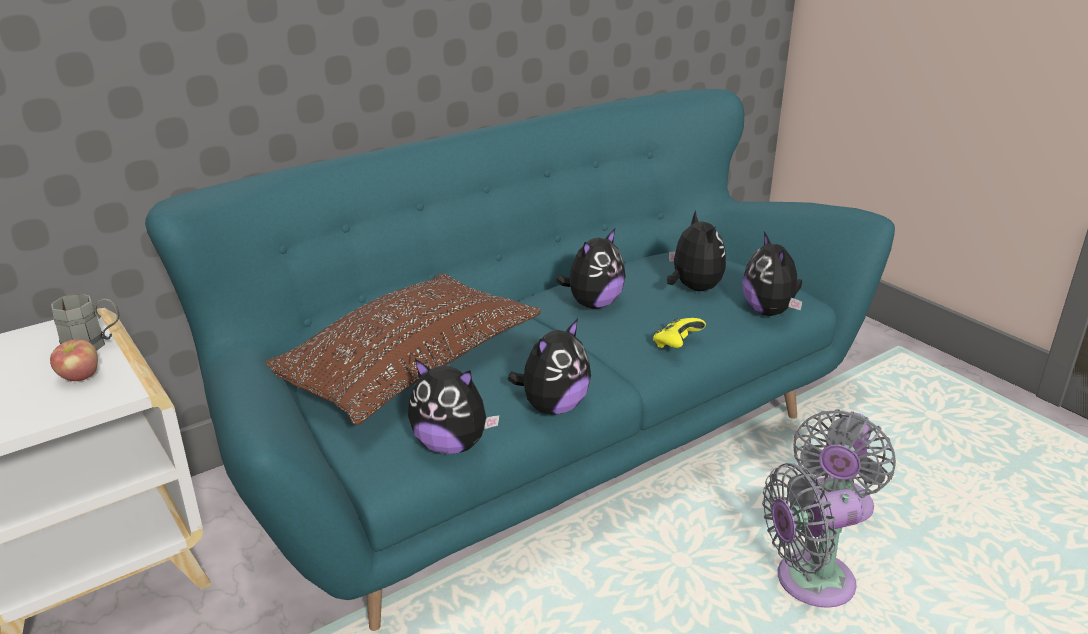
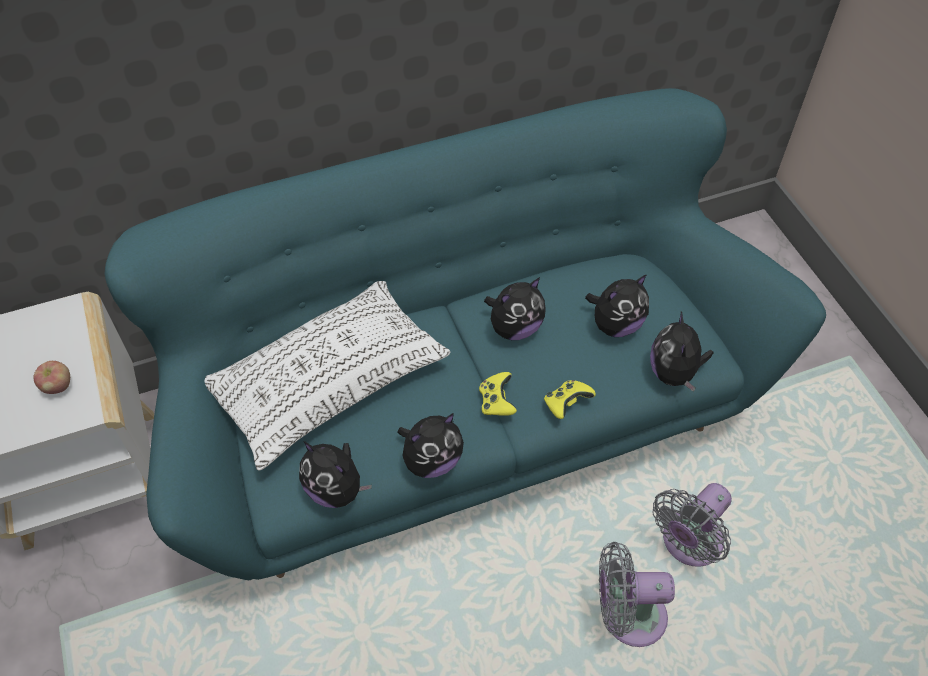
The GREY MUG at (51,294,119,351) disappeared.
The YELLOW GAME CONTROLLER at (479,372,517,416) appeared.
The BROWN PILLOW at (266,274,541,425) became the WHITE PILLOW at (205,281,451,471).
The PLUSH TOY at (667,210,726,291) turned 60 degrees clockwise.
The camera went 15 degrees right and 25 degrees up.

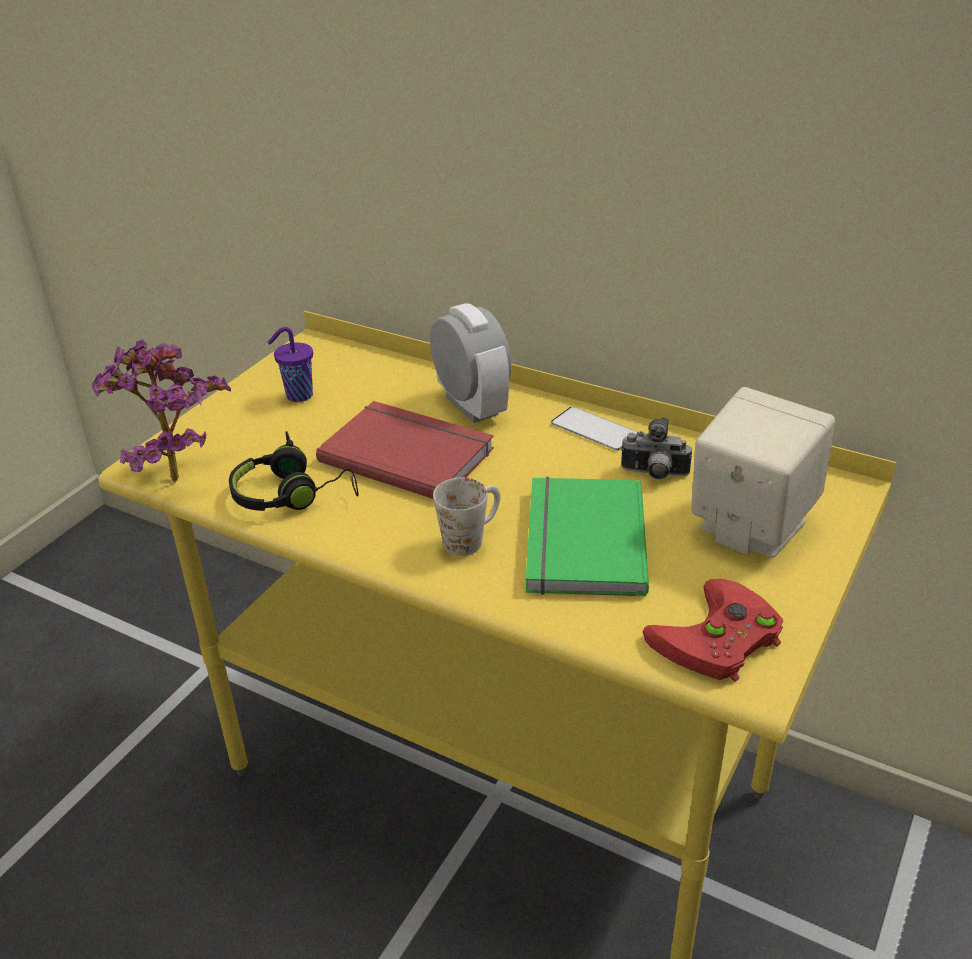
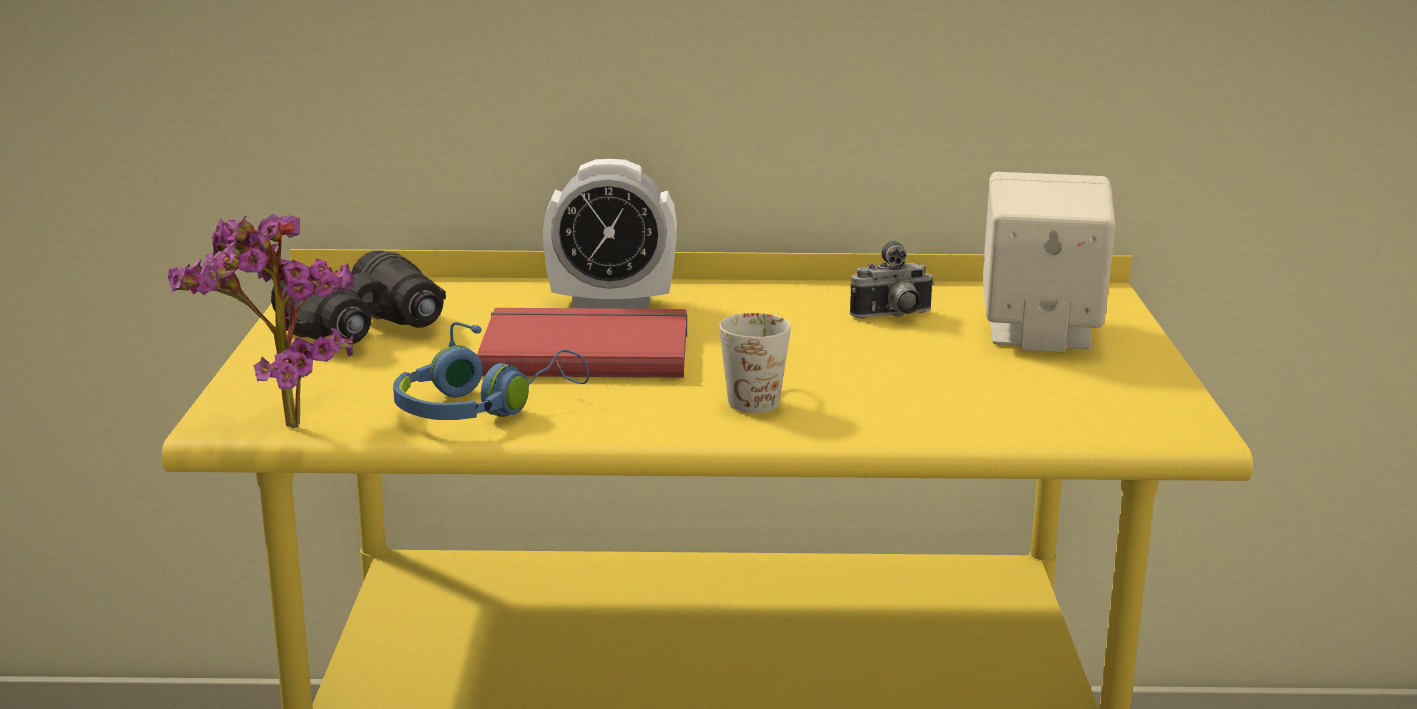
The GREEN BOOK at (526,477,649,596) disappeared.
The PHONE at (551,406,638,450) disappeared.
The RED GAME CONTROLLER at (643,579,783,682) disappeared.
The PURPLE CUP at (268,327,313,402) was replaced by the BLACK BINOCULARS at (271,250,446,345).
The BLACK HEADPHONES at (229,431,359,511) became the BLUE HEADPHONES at (393,322,589,420).
The ALARM CLOCK at (430,303,511,423) turned 150 degrees clockwise.
The camera went 30 degrees left and 15 degrees down.

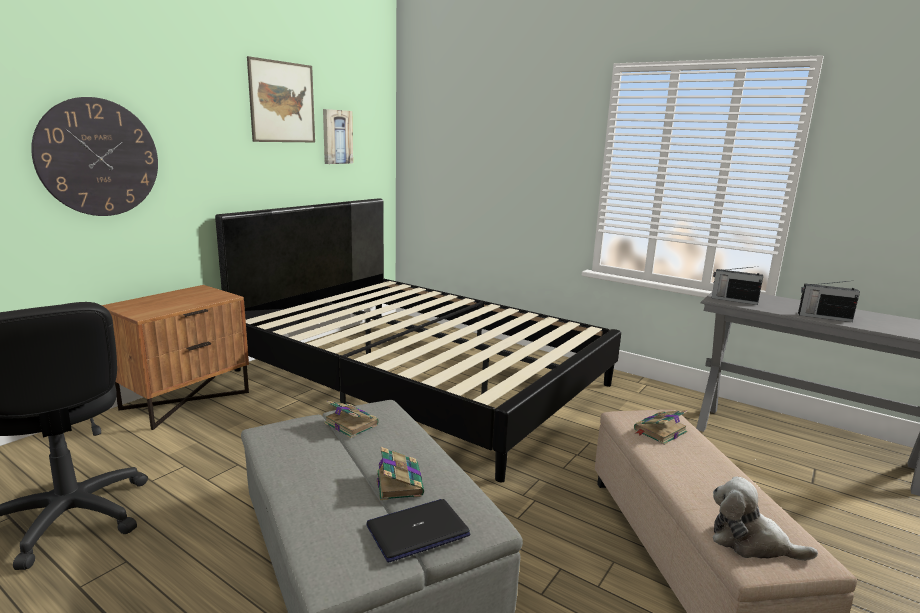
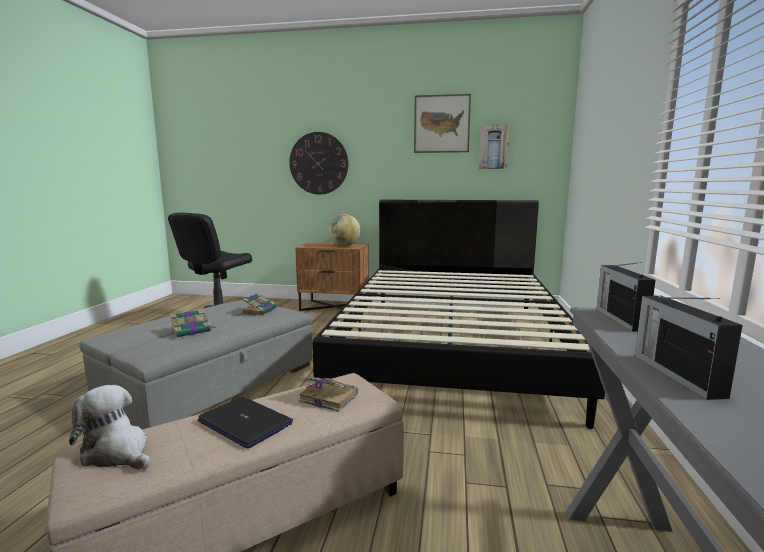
The GLOBE at (328,214,361,246) appeared.
The LAPTOP moved from (366,499,471,562) to (197,397,293,448).
The PLUSH TOY at (713,477,818,561) turned 60 degrees counterclockwise.
The camera went 65 degrees right and 5 degrees down.

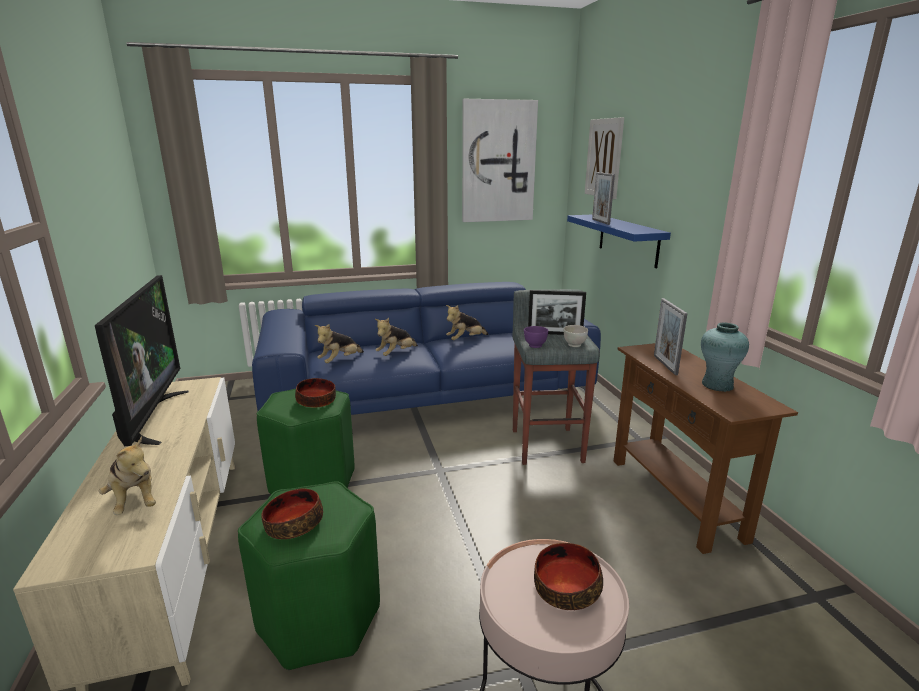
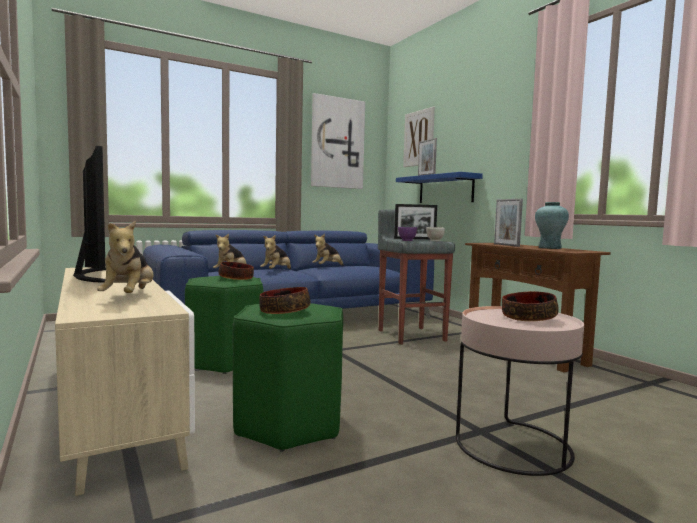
The PLUSH TOY at (99,436,156,515) turned 45 degrees clockwise.
The camera went 15 degrees left and 15 degrees down.

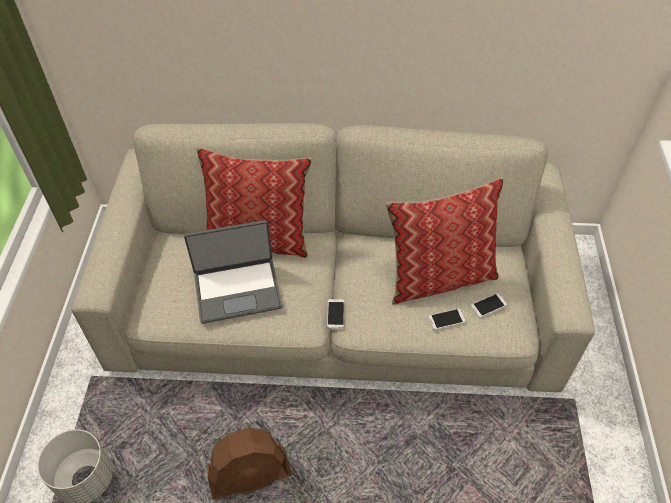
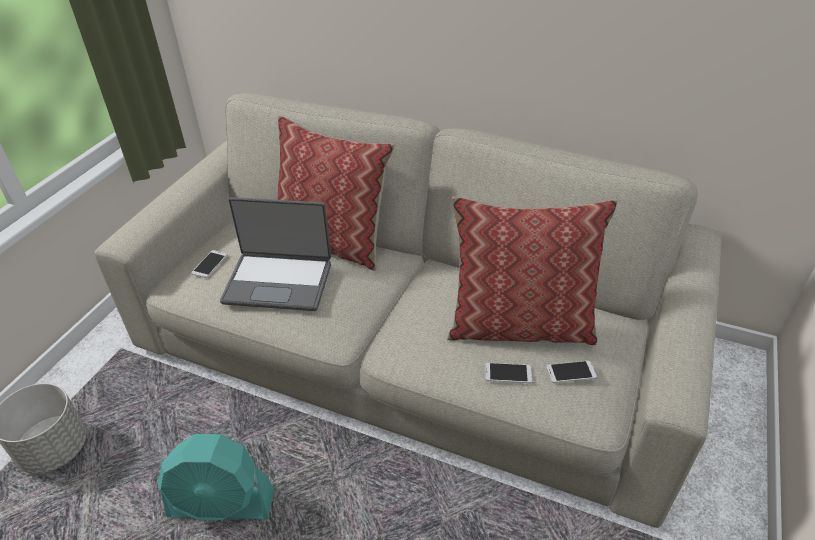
The PHONE moved from (327,299,344,329) to (191,250,227,278).
The BROWN FAN at (207,428,292,500) became the TURQUOISE FAN at (158,434,274,520).
The camera went 20 degrees right and 10 degrees down.

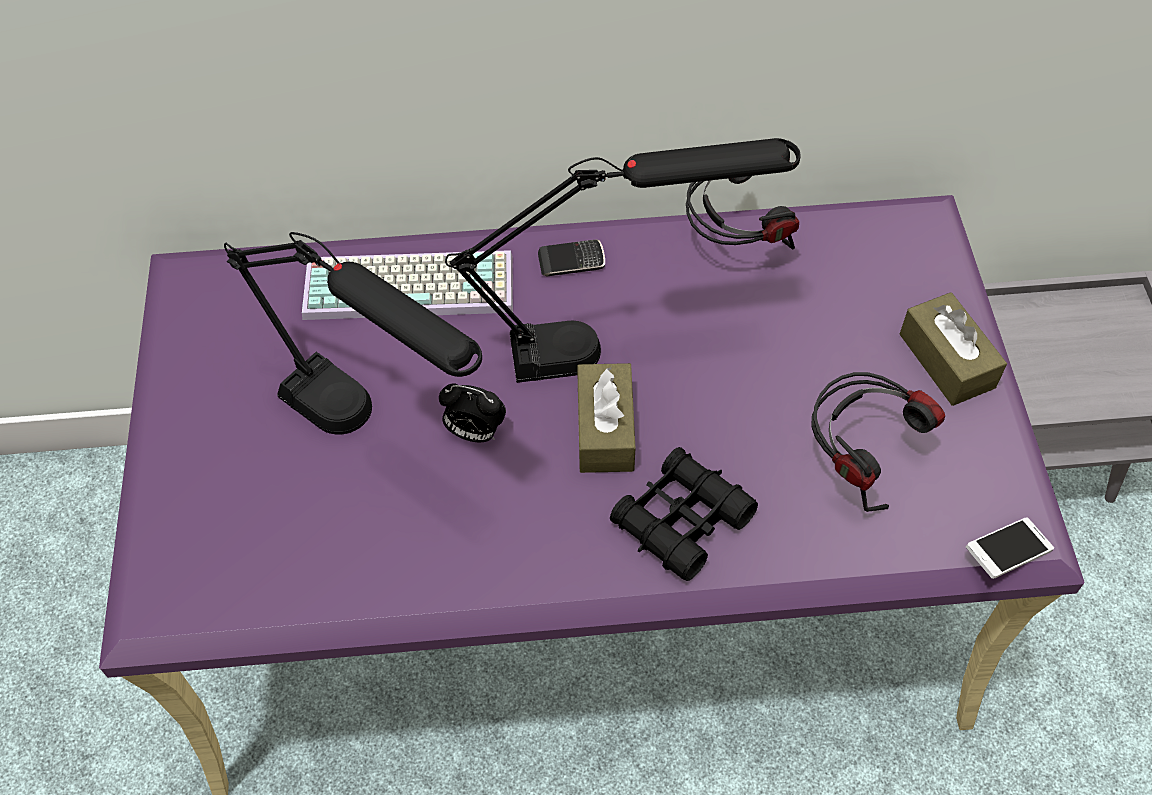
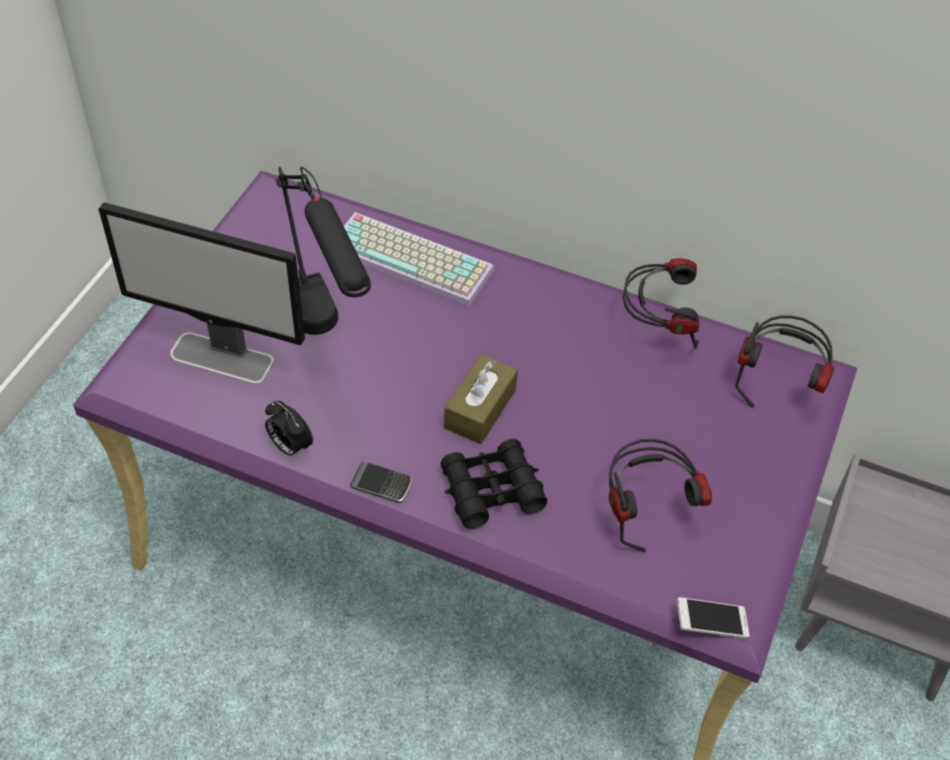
The BLACK TABLE LAMP at (445,138,801,383) disappeared.
The BROWN TISSUE BOX at (900,292,1007,406) disappeared.
The MONITOR at (99,202,305,384) appeared.
The HEADPHONES at (735,315,834,408) appeared.
The ALARM CLOCK moved from (439,383,506,442) to (265,401,313,458).
The PHONE moved from (538,240,605,277) to (350,462,412,503).
The camera went 25 degrees right and 5 degrees down.

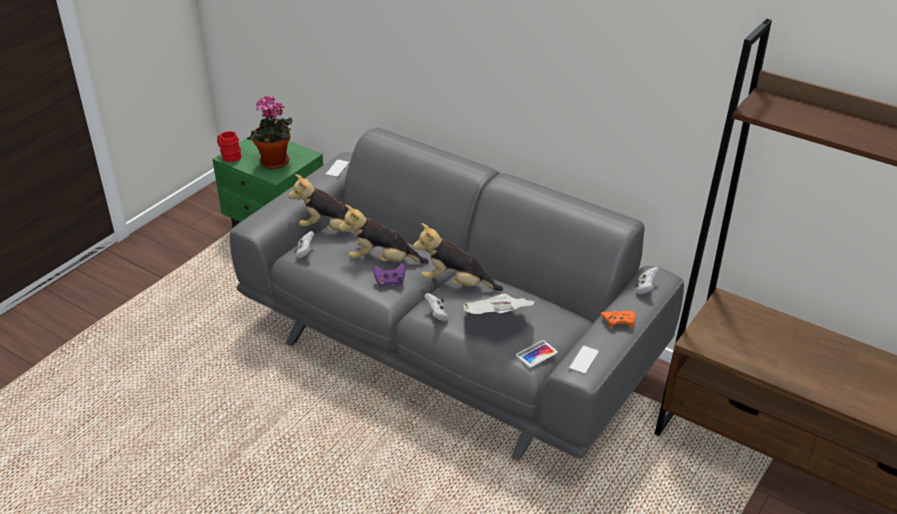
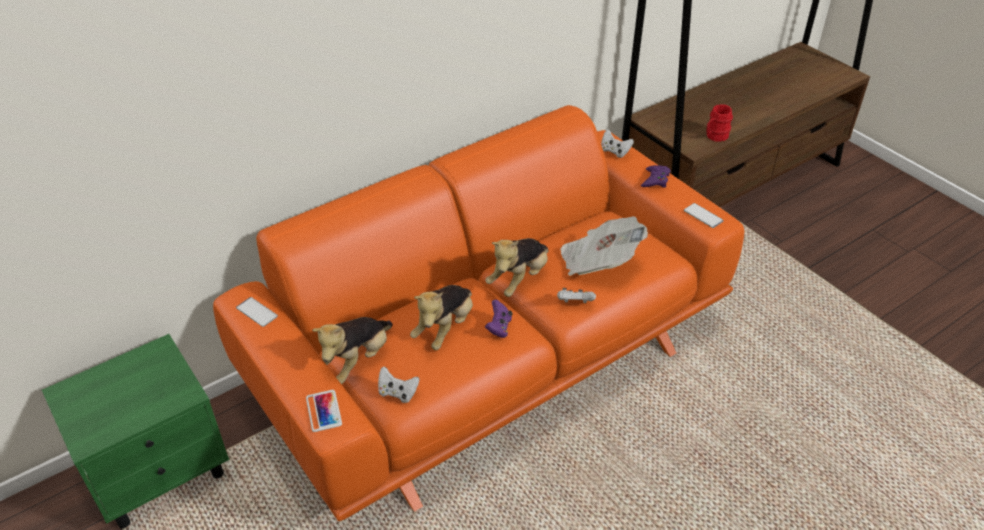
The POTTED PLANT at (247,96,293,169) disappeared.
The RED MUG moved from (217,131,241,162) to (706,104,733,142).
The PHONE moved from (516,340,558,368) to (306,390,342,432).
The GREY SOFA at (230,128,684,461) became the ORANGE SOFA at (213,105,744,521).
The ORANGE GAME CONTROLLER at (601,311,636,329) became the PURPLE GAME CONTROLLER at (641,165,670,188).
The camera went 70 degrees left and 5 degrees up.

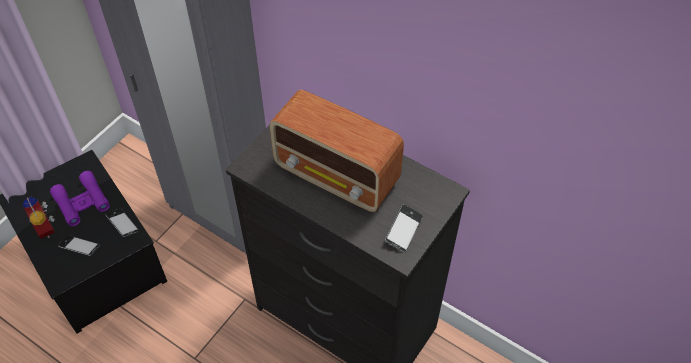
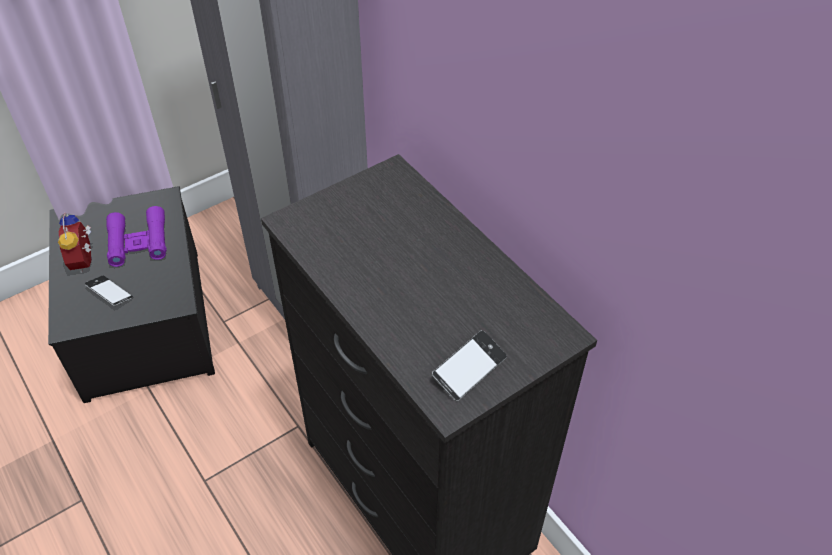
The PHONE at (105,208,139,237) disappeared.
The RADIO at (270,90,404,212) disappeared.
The camera went 20 degrees right and 5 degrees down.

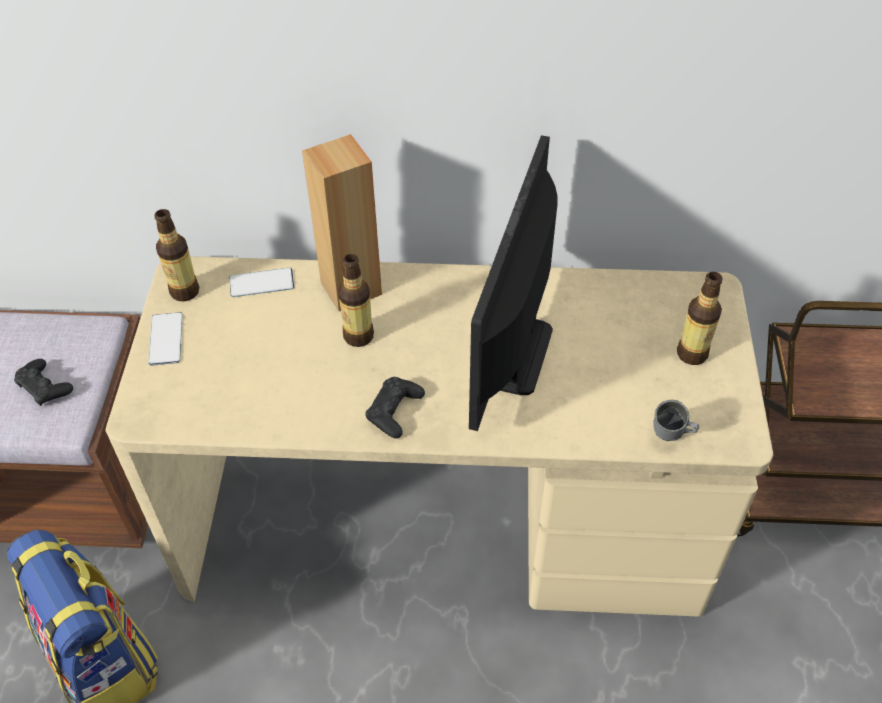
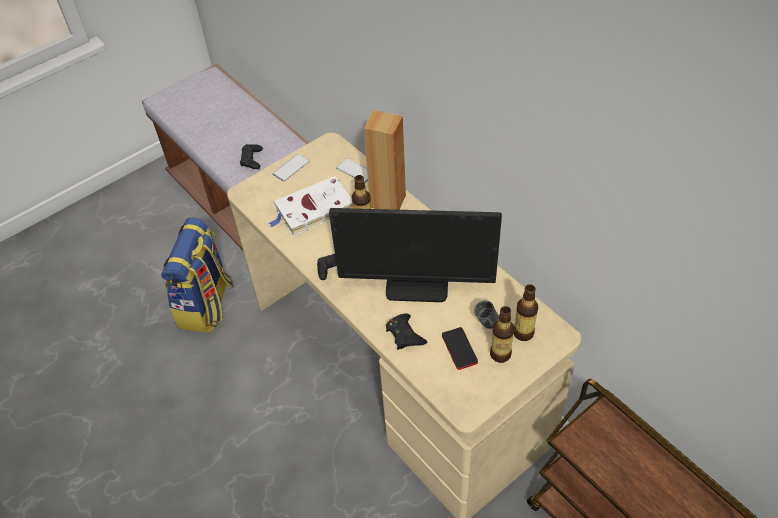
The WHITE BOOK at (268,176,353,236) appeared.
The BLACK GAME CONTROLLER at (386,314,427,350) appeared.
The PHONE at (442,327,478,370) appeared.
The BOTTLE moved from (154,209,199,301) to (514,284,538,341).
The GREY MUG moved from (653,399,699,441) to (474,300,499,329).
The MONITOR at (469,135,557,431) turned 150 degrees counterclockwise.
The camera went 50 degrees right and 0 degrees up.

